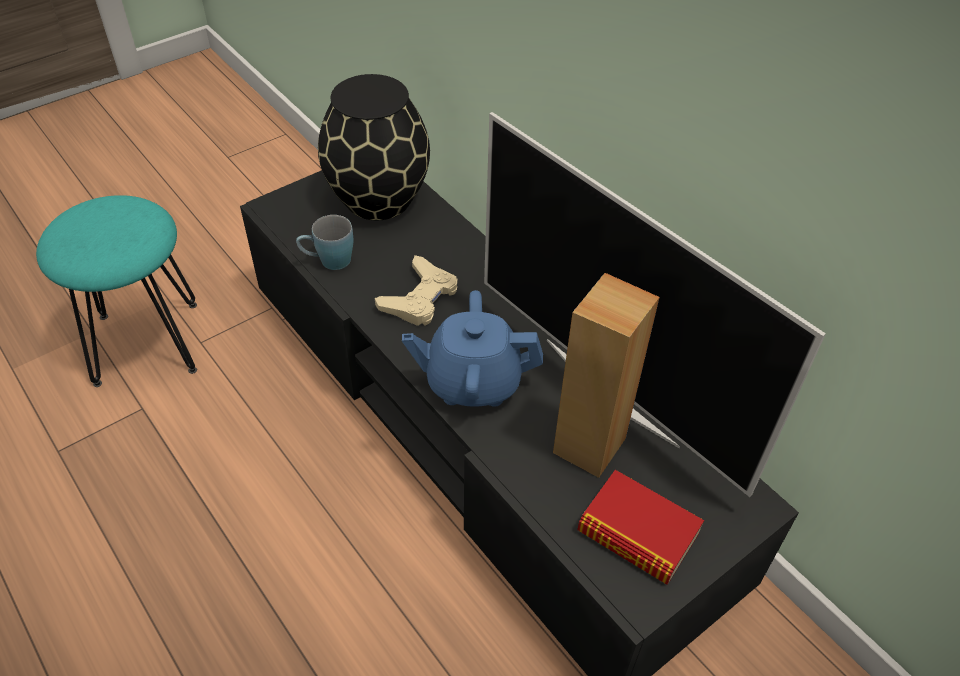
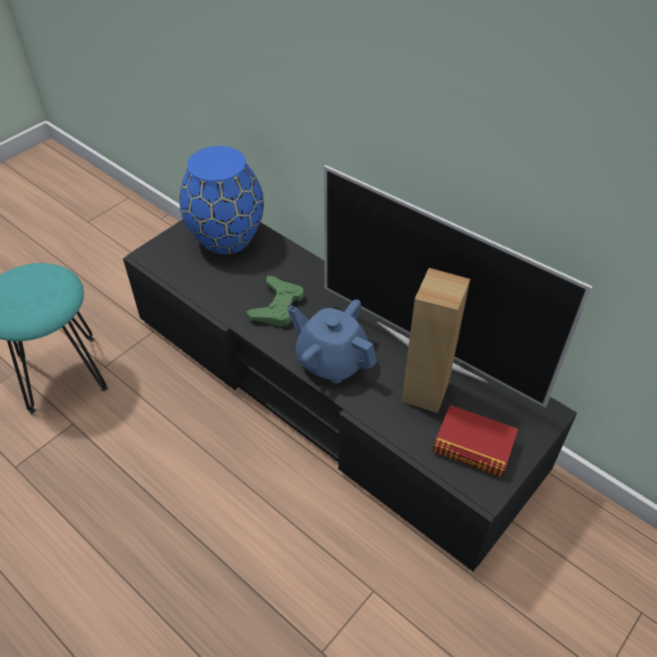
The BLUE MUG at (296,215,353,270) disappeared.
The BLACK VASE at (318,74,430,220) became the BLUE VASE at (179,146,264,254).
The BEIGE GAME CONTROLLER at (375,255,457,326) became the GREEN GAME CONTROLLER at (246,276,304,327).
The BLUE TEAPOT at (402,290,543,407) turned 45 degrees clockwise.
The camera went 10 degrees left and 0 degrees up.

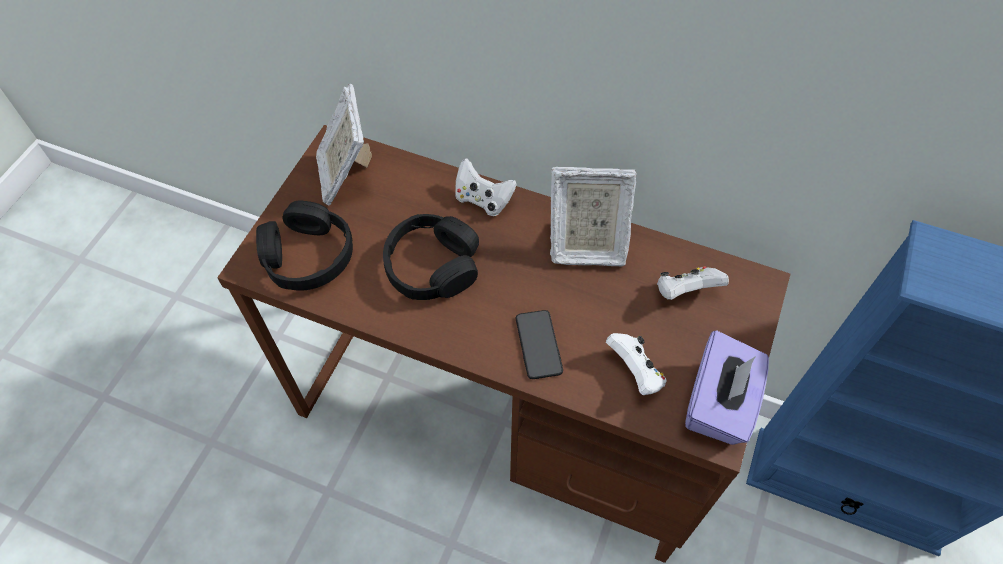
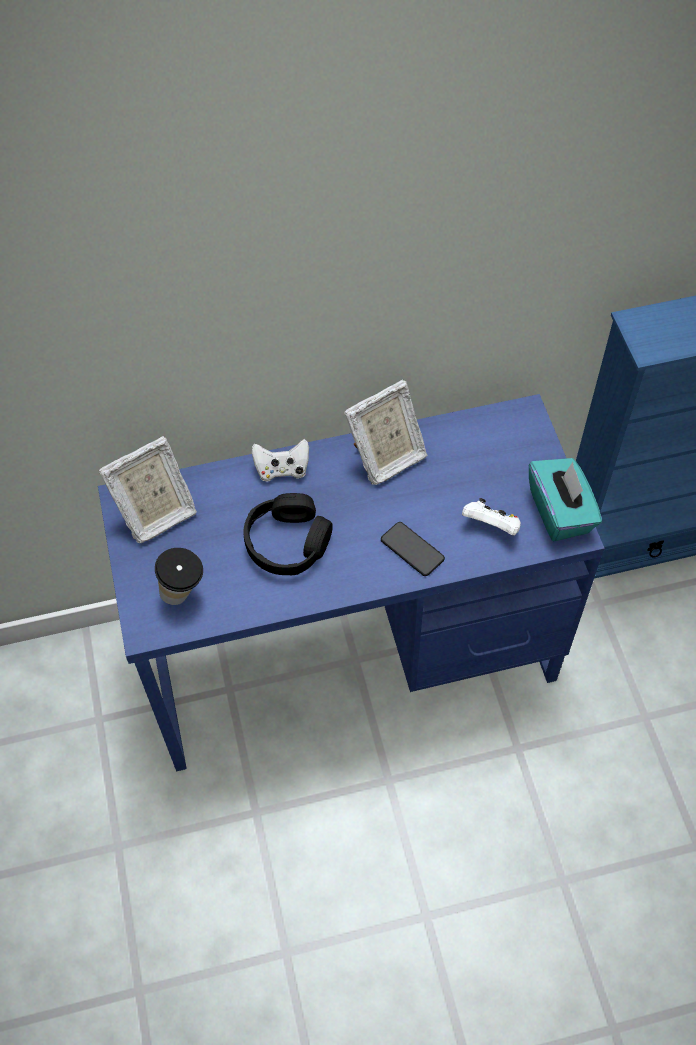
The WHITE GAME CONTROLLER at (657,266,729,300) disappeared.
The BLACK HEADPHONES at (256,201,353,291) was replaced by the CUP at (155,548,203,605).
The BROWN DESK at (217,125,790,563) became the BLUE DESK at (98,394,605,771).
The PURPLE TISSUE BOX at (685,330,769,445) became the TURQUOISE TISSUE BOX at (529,458,602,541).
The PICTURE FRAME at (316,84,372,206) turned 75 degrees counterclockwise.
The camera went 35 degrees left and 0 degrees up.

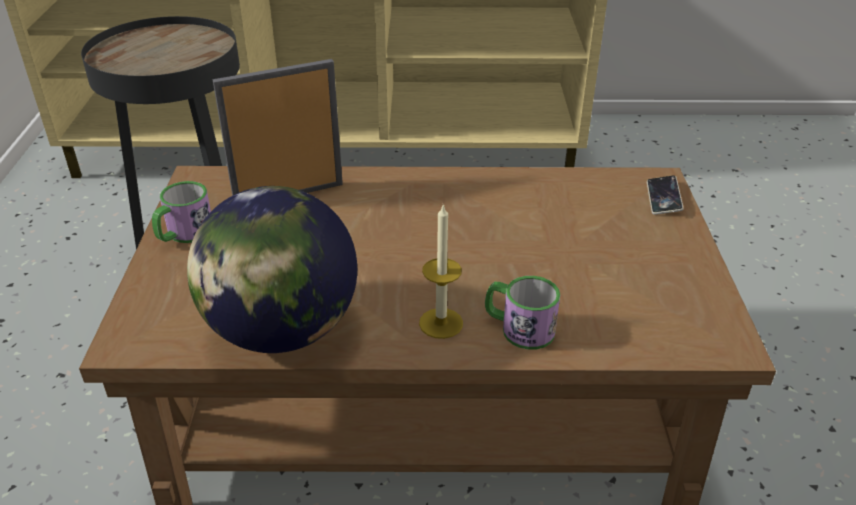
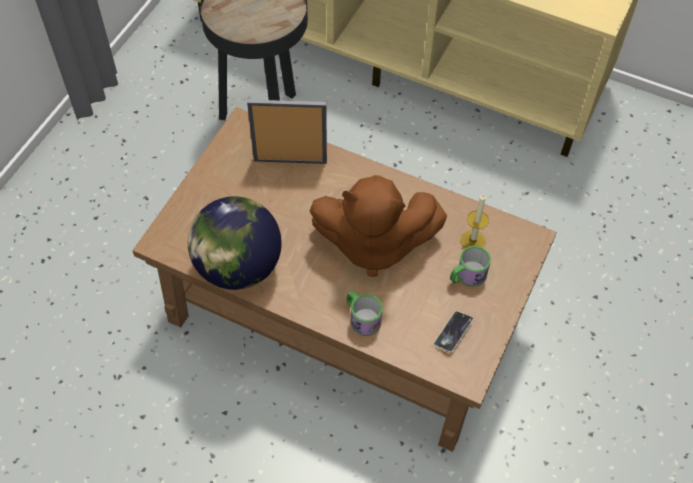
The BROWN PLUSH TOY at (310,175,447,277) appeared.
The MUG moved from (152,181,211,243) to (450,246,491,287).
The CANDLE moved from (419,204,463,339) to (461,193,489,249).
The PHONE moved from (647,175,684,215) to (434,311,474,353).
The camera went 25 degrees right and 20 degrees up.

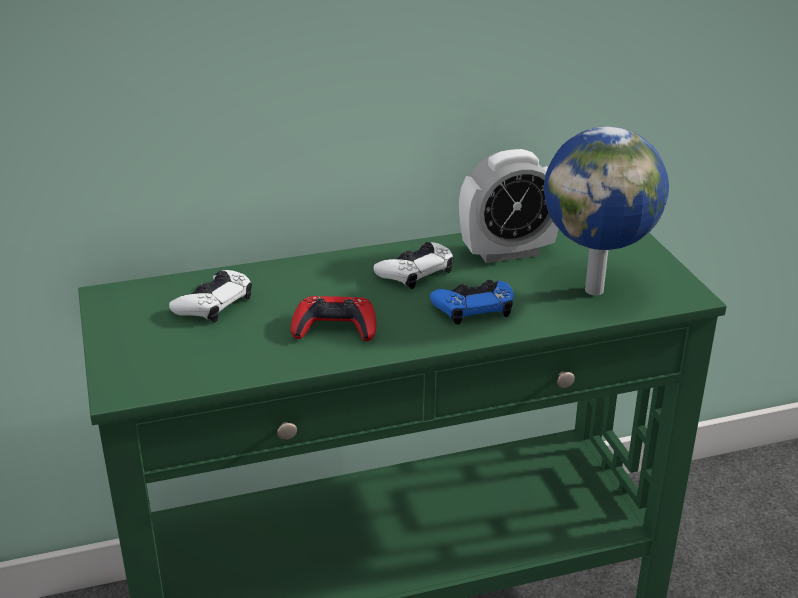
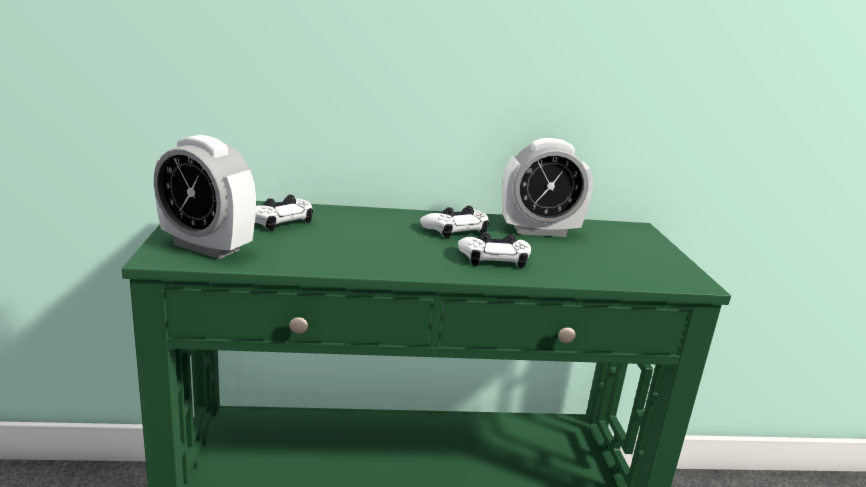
The RED GAME CONTROLLER at (291,296,376,341) disappeared.
The GLOBE at (544,127,669,296) disappeared.
The ALARM CLOCK at (154,135,256,259) appeared.
The BLUE GAME CONTROLLER at (430,280,514,325) became the WHITE GAME CONTROLLER at (458,232,531,269).
The camera went 10 degrees right and 10 degrees down.

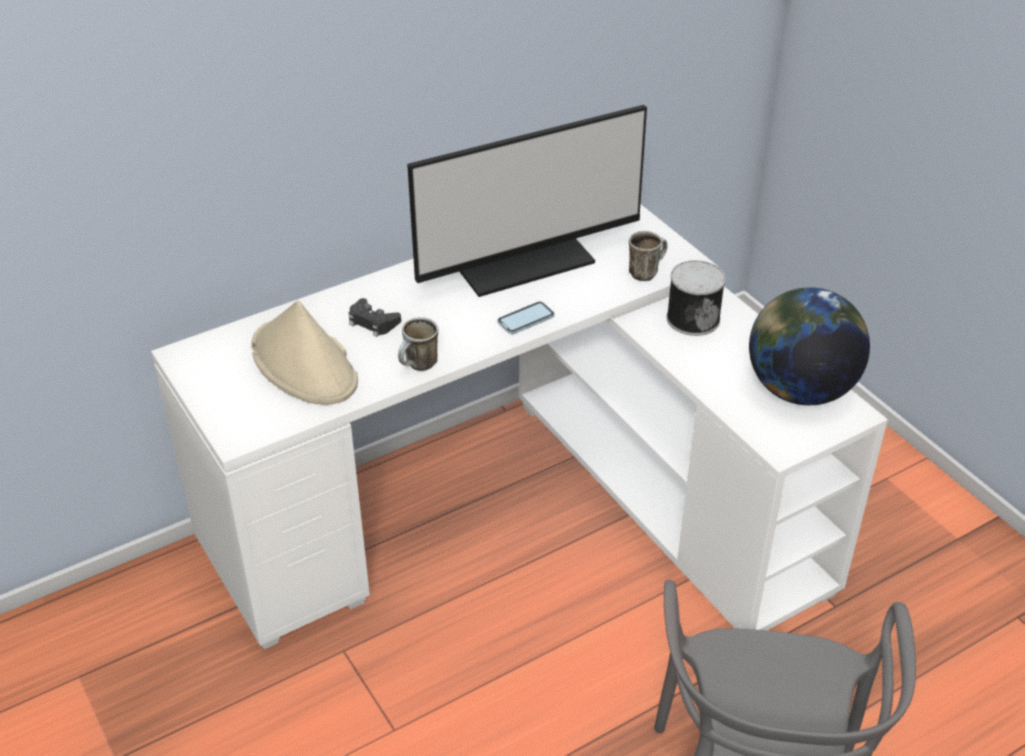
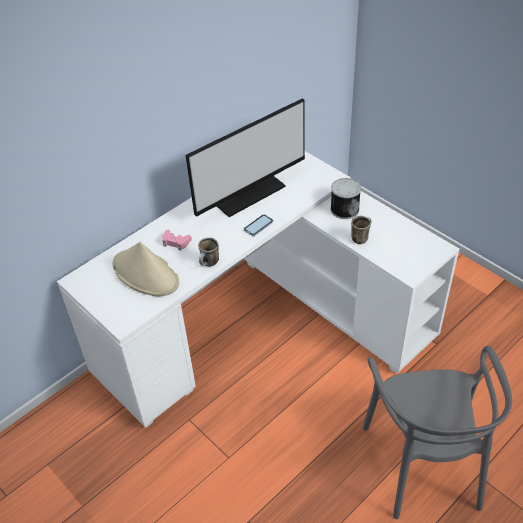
The GLOBE at (749,287,870,405) disappeared.
The MUG moved from (629,231,668,281) to (351,216,371,244).
The BLACK GAME CONTROLLER at (349,298,401,337) became the PINK GAME CONTROLLER at (162,230,192,251).
The camera went 10 degrees left and 5 degrees up.

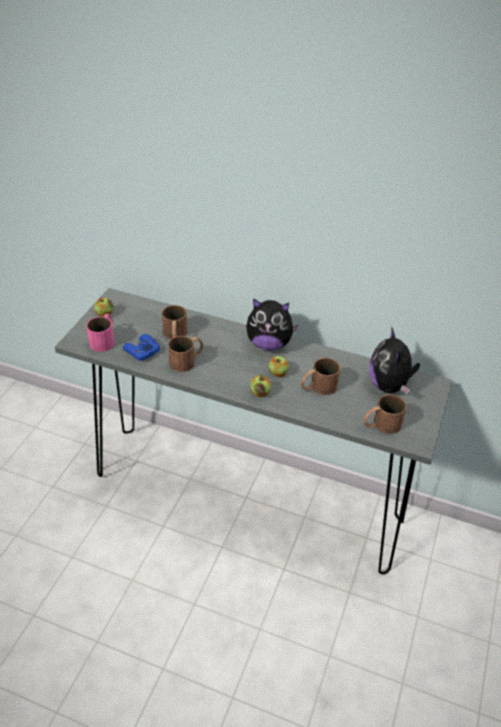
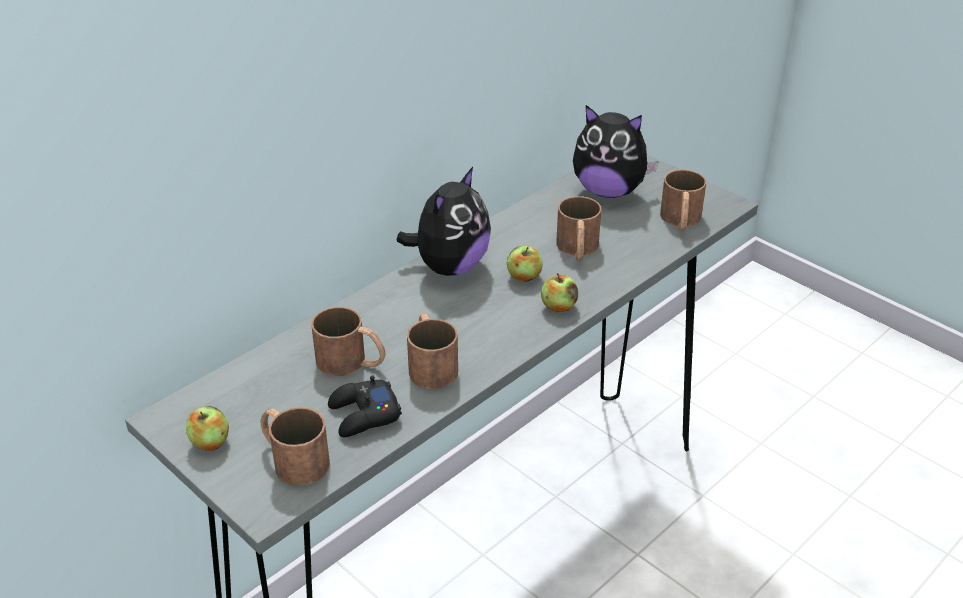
The PINK MUG at (86,314,115,352) became the BROWN MUG at (261,407,330,486).
The BLUE GAME CONTROLLER at (122,334,160,361) became the BLACK GAME CONTROLLER at (328,376,402,437).
The camera went 65 degrees left and 5 degrees down.

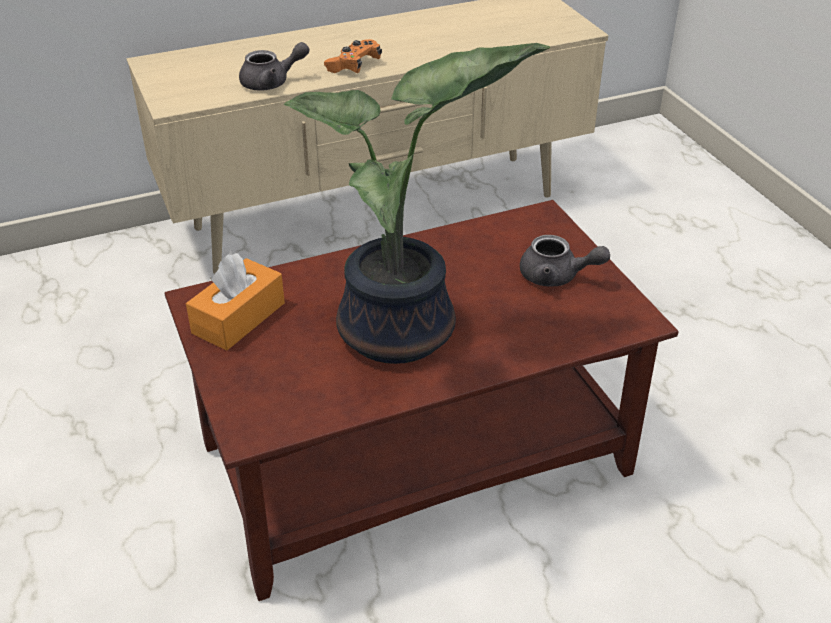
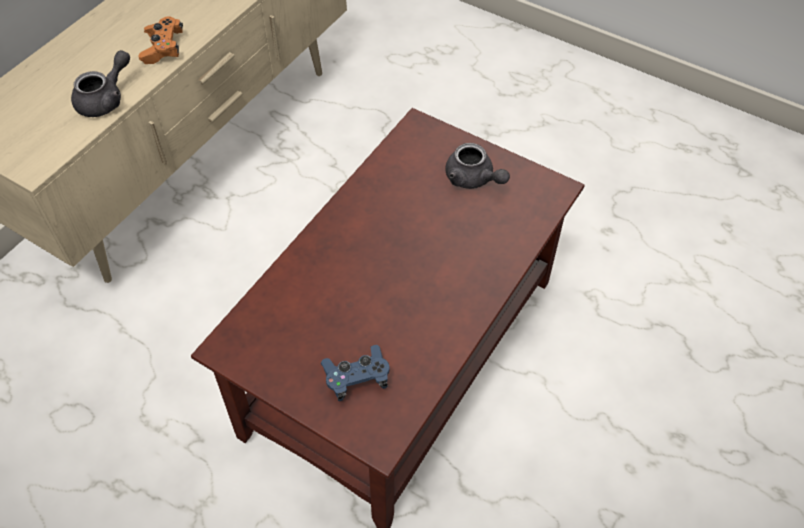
The ORANGE TISSUE BOX at (186,253,285,350) disappeared.
The POTTED PLANT at (284,43,550,364) disappeared.
The BLUE GAME CONTROLLER at (320,345,390,401) appeared.
The GREY TEAPOT at (520,235,610,287) turned 60 degrees clockwise.
The camera went 35 degrees left and 15 degrees up.

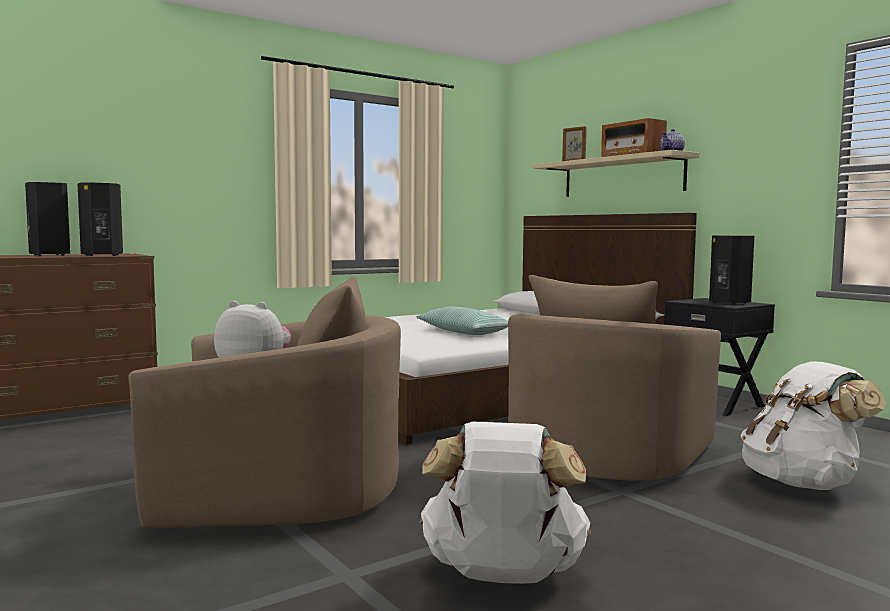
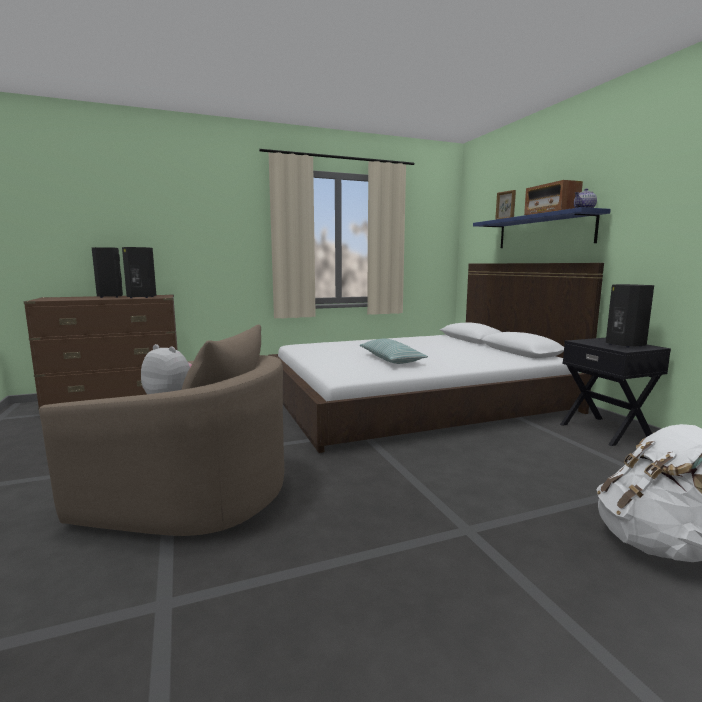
The WHITE BACKPACK at (420,422,591,584) disappeared.
The BEIGE ARMCHAIR at (508,275,721,481) disappeared.
The BEIGE SHELF at (533,150,700,197) became the BLUE SHELF at (473,207,611,248).
The camera went 15 degrees right and 5 degrees up.

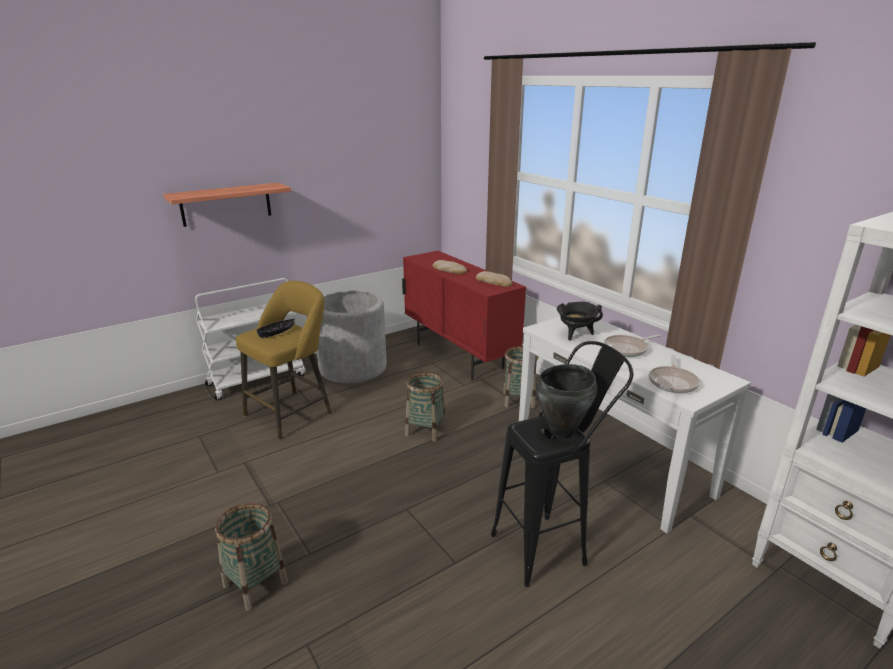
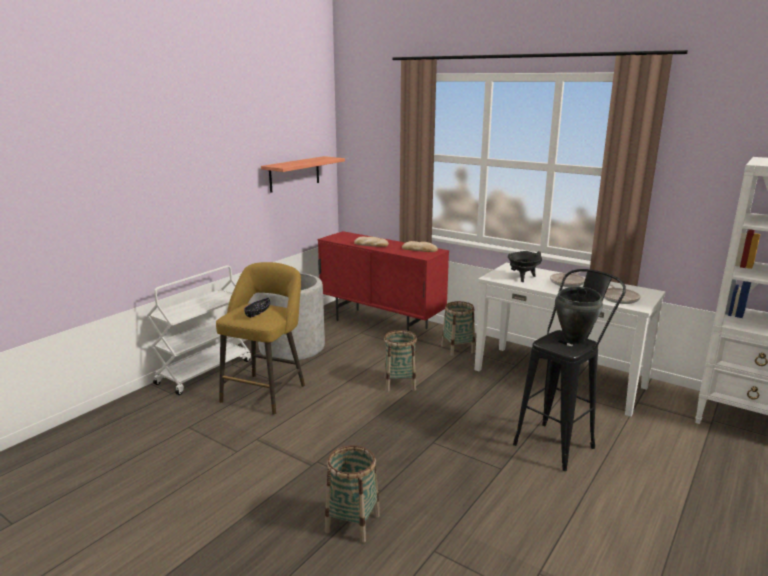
The SHELF moved from (163,182,291,227) to (261,156,345,193).
The camera went 20 degrees left and 5 degrees down.

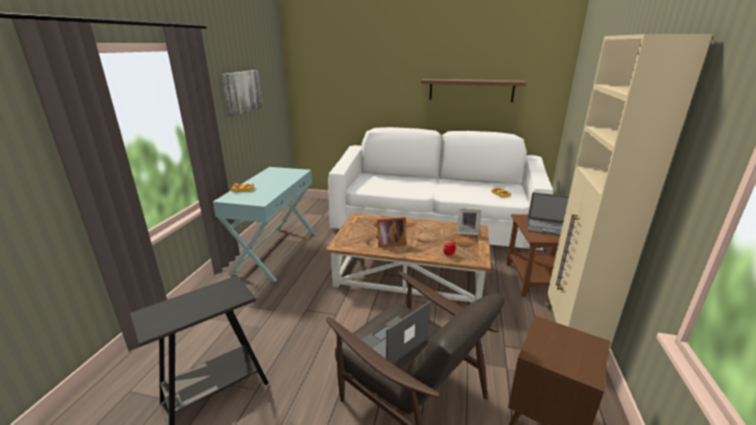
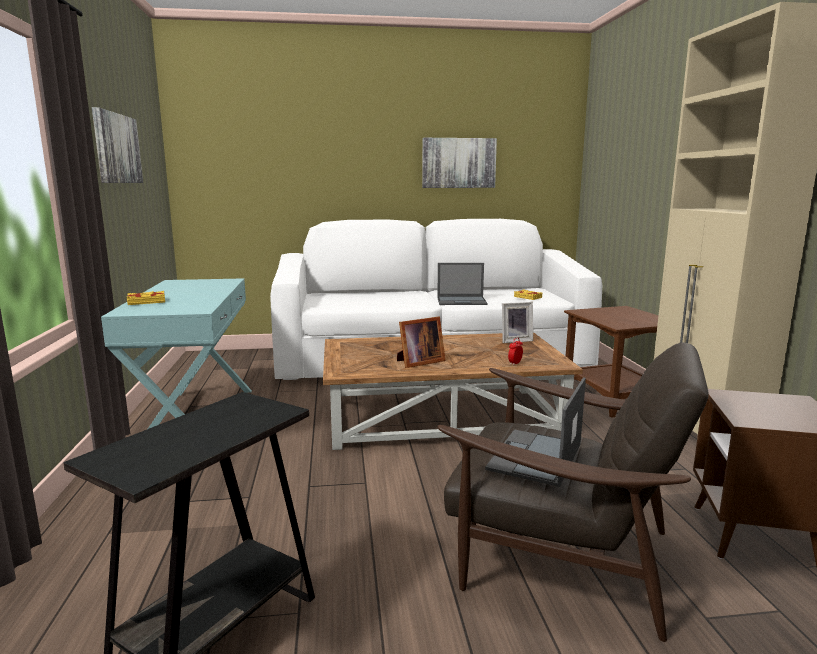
The LAPTOP moved from (528,192,569,236) to (437,263,488,305).
The SHELF at (421,79,526,102) was replaced by the PICTURE at (422,138,497,188).
The camera went 20 degrees left and 10 degrees down.

